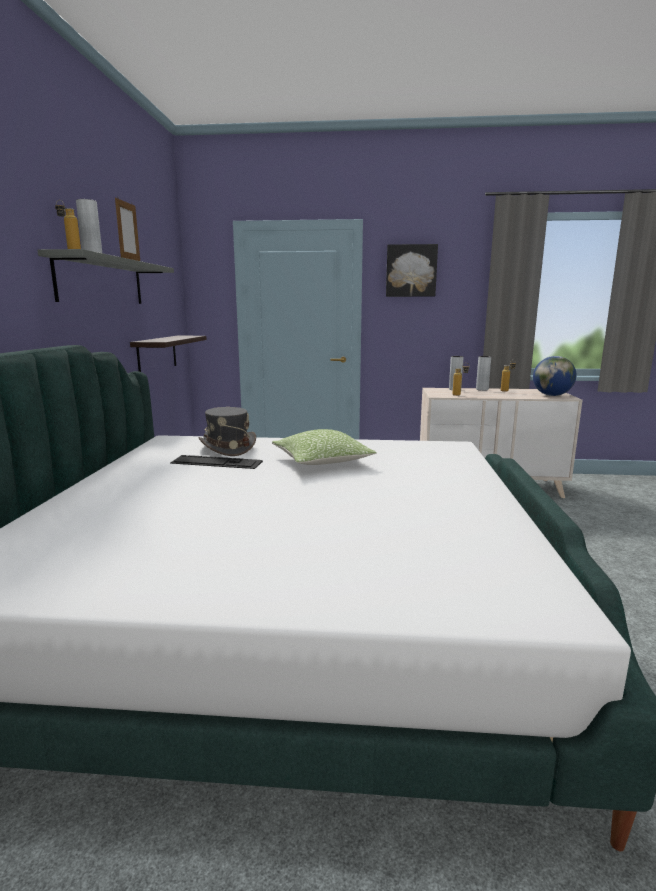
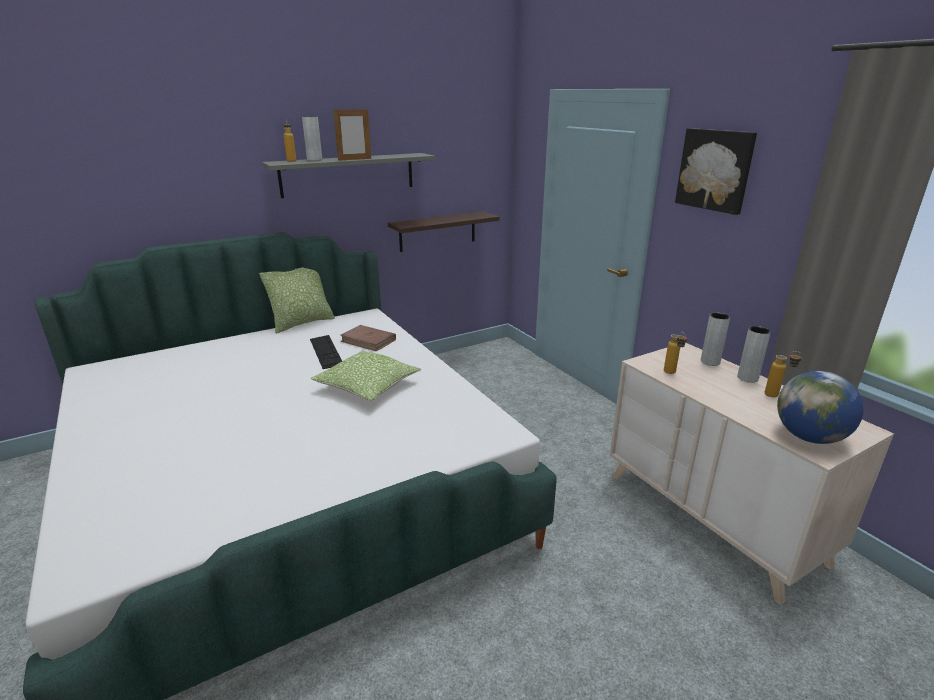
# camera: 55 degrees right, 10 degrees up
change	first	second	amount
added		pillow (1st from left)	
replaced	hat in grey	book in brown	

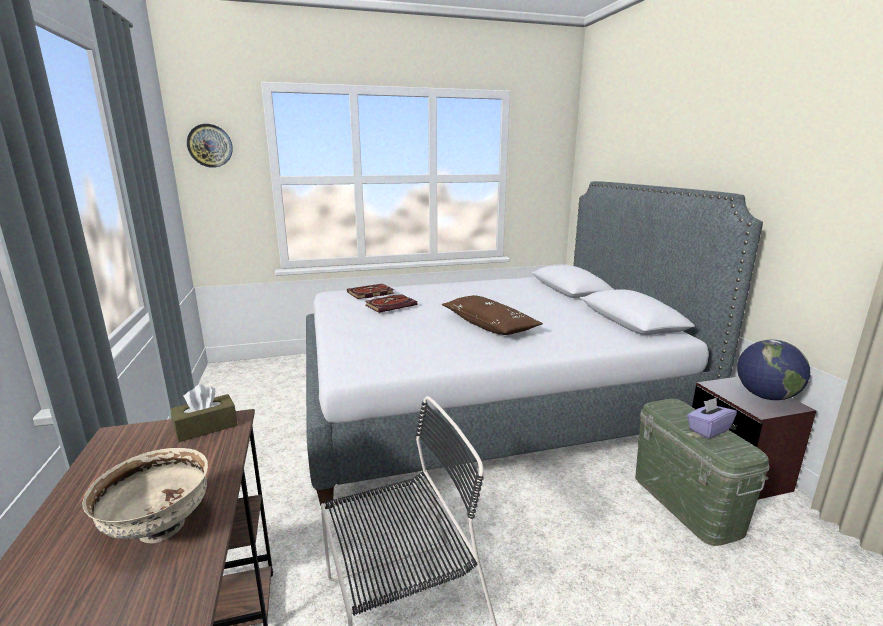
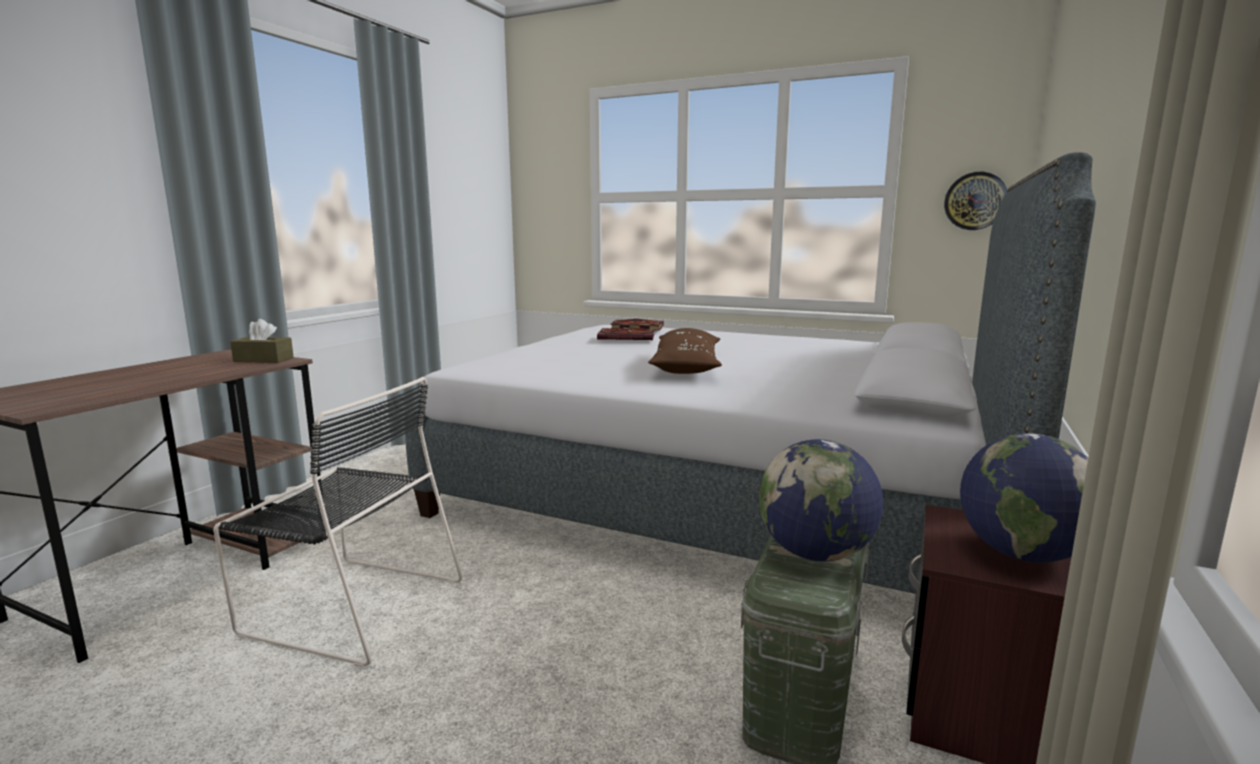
# camera: 40 degrees right, 5 degrees down
change	first	second	amount
removed	bowl in beige		
moved	wall clock		
replaced	tissue box in purple	globe (1st from left)	

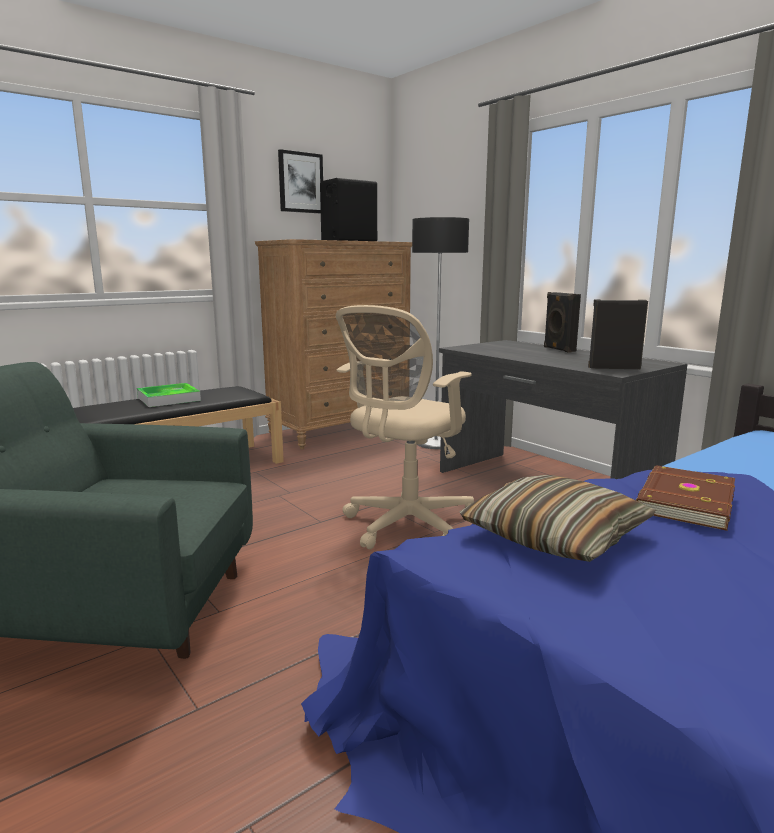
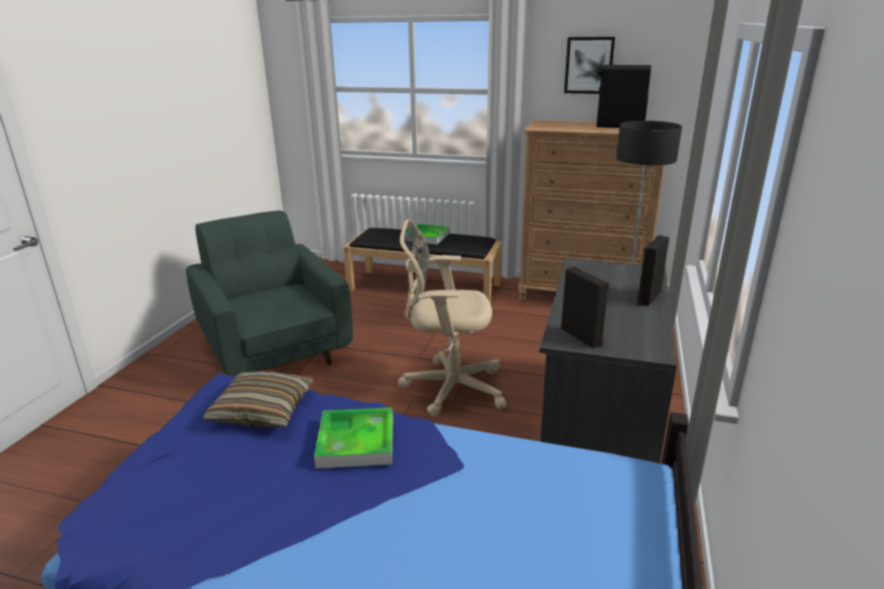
# camera: 55 degrees right, 10 degrees up
change	first	second	amount
replaced	book in brown	tray (1st from left)	

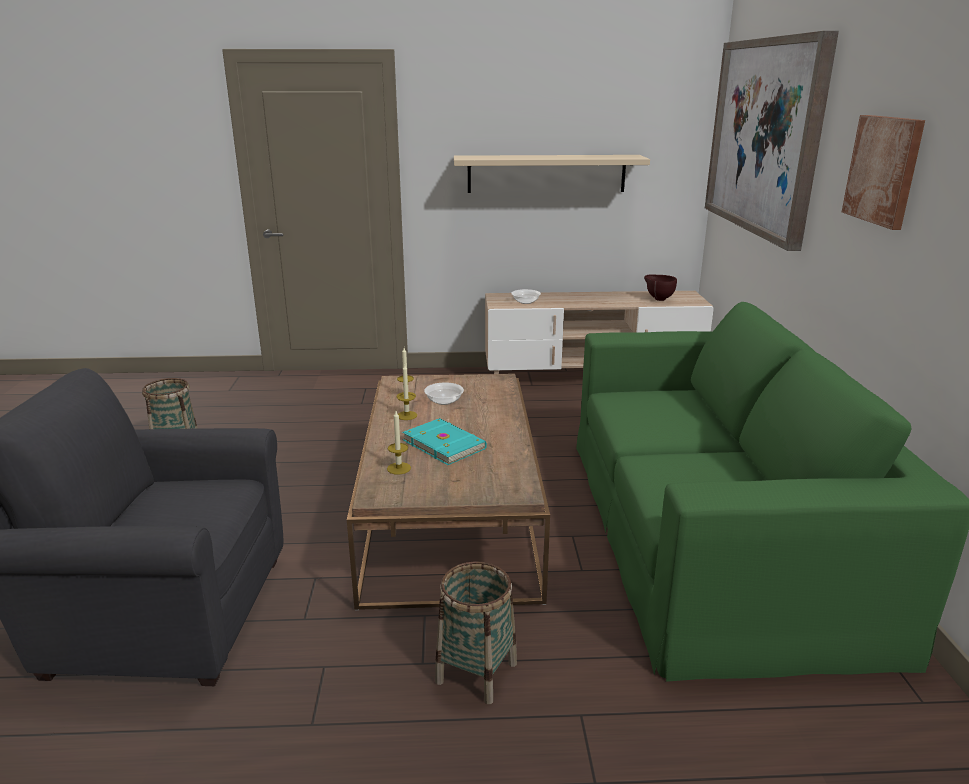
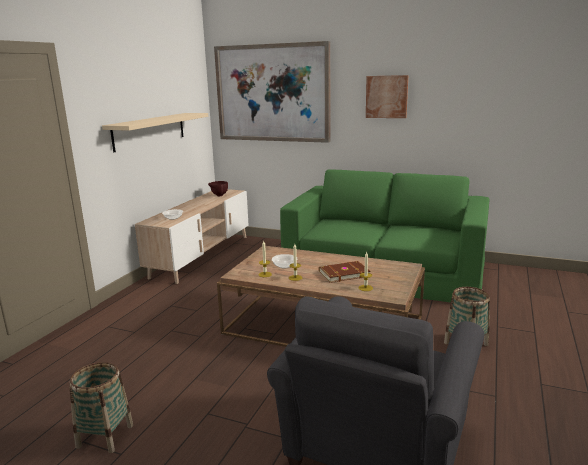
# camera: 65 degrees left, 5 degrees down
change	first	second	amount
recoloured	book in turquoise	book in brown	

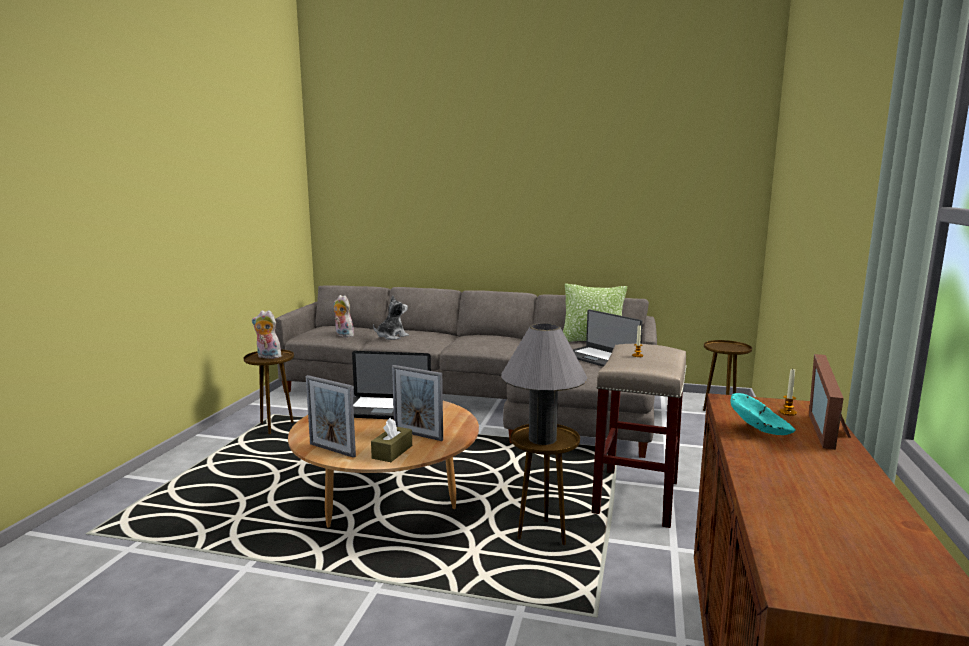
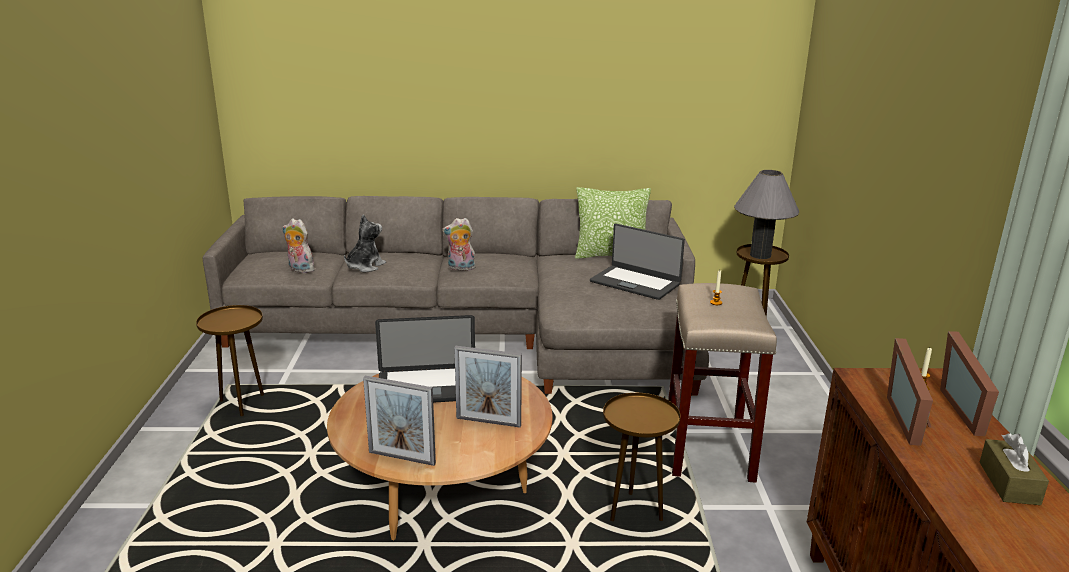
# camera: 15 degrees left, 10 degrees up
change	first	second	amount
moved	plush toy (1st from left in the first image)	plush toy (3rd from left)	
moved	tissue box in brown		
moved	table lamp in grey		
replaced	bowl in turquoise	picture frame (3rd from left)	

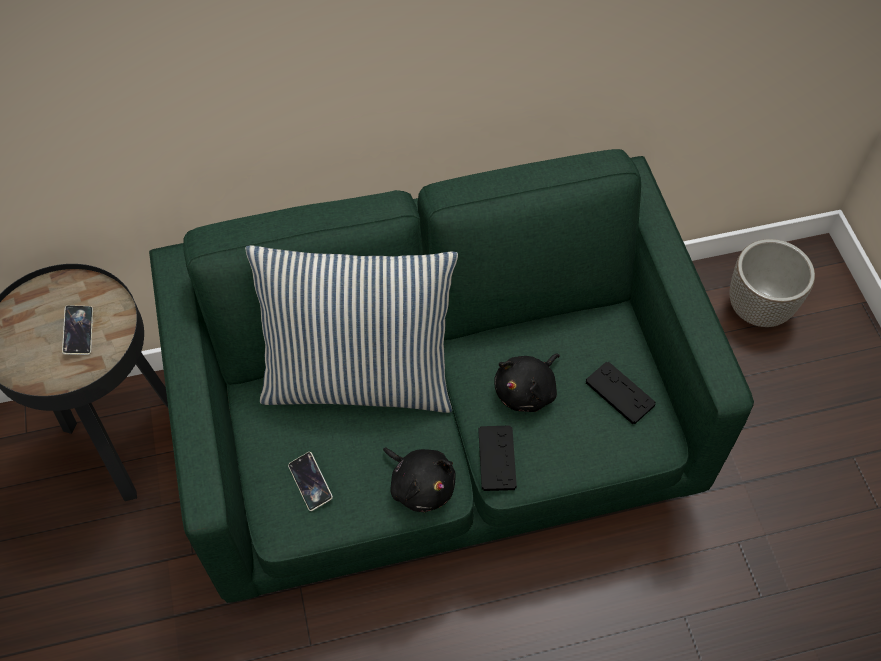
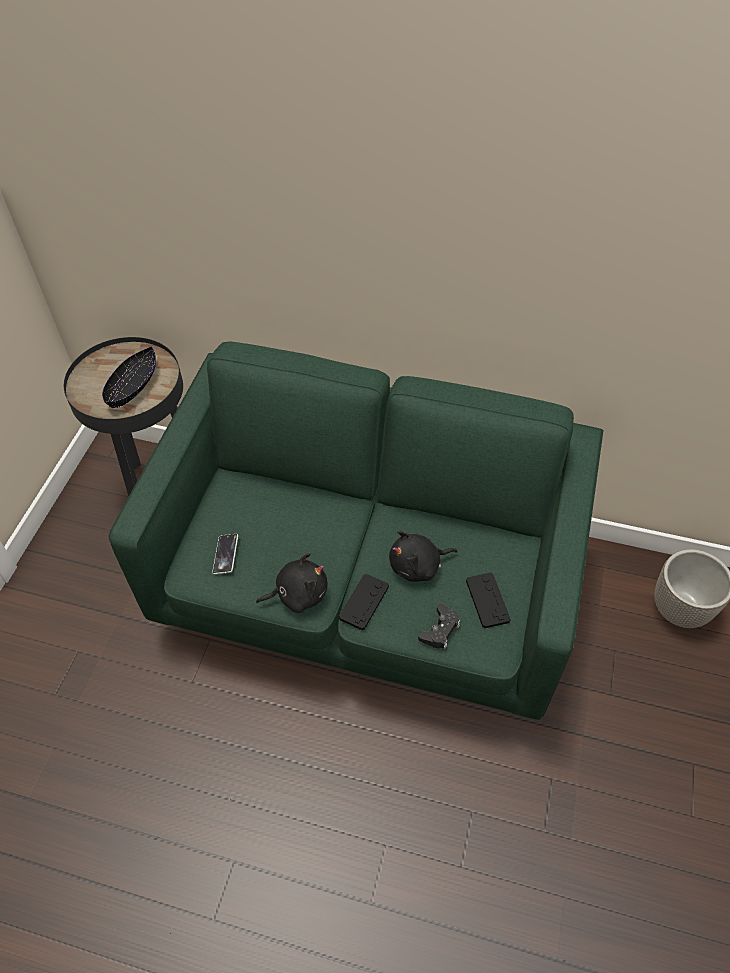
# camera: 30 degrees right, 5 degrees down
change	first	second	amount
removed	pillow		
added		game controller in black (2nd from left)	
replaced	phone (1st from left)	bowl in black	
turned	plush toy in black (1st from left)		90 degrees counterclockwise

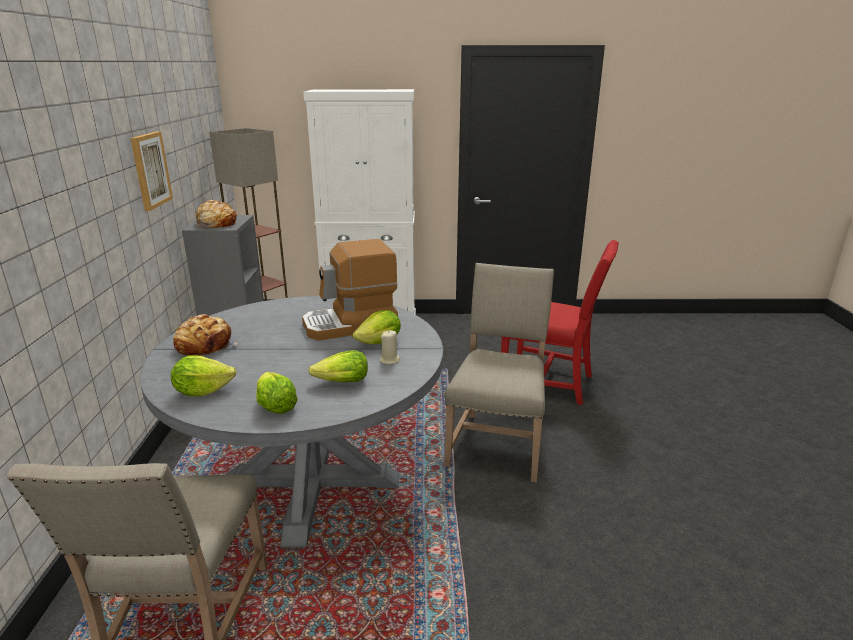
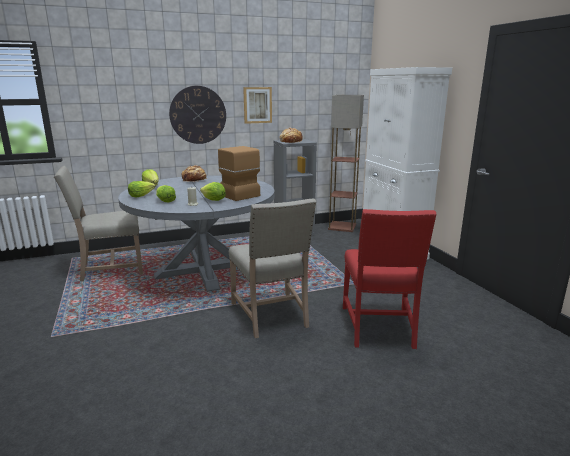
# camera: 70 degrees right, 5 degrees down
change	first	second	amount
added		wall clock	
turned	chair in beige (2nd from left)		75 degrees clockwise

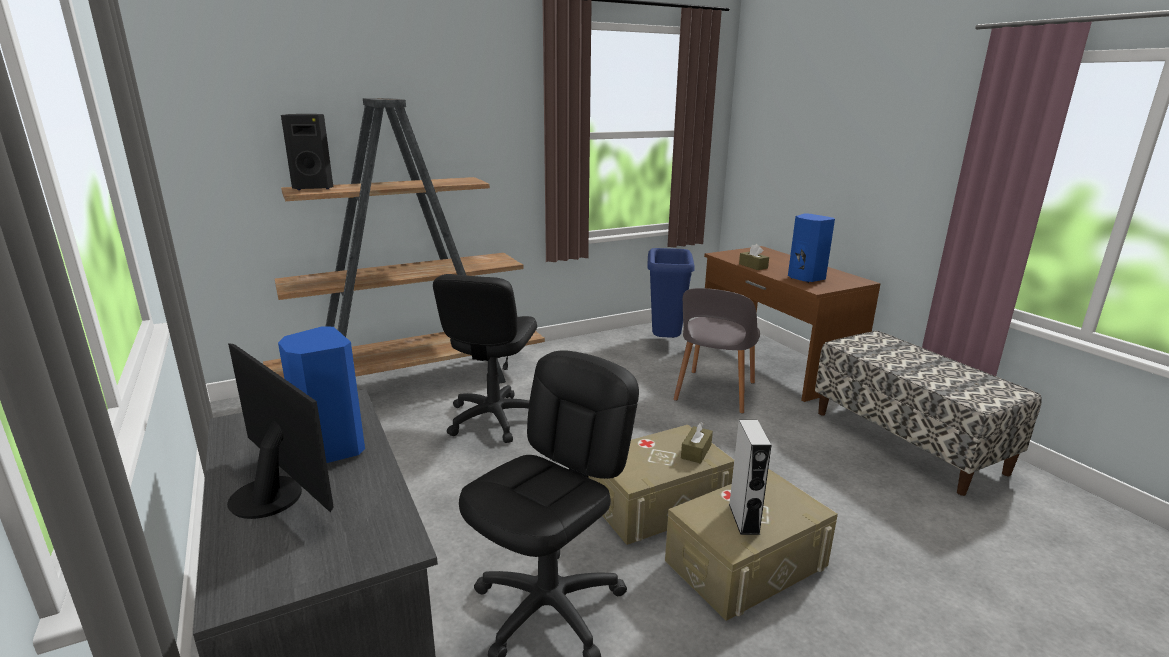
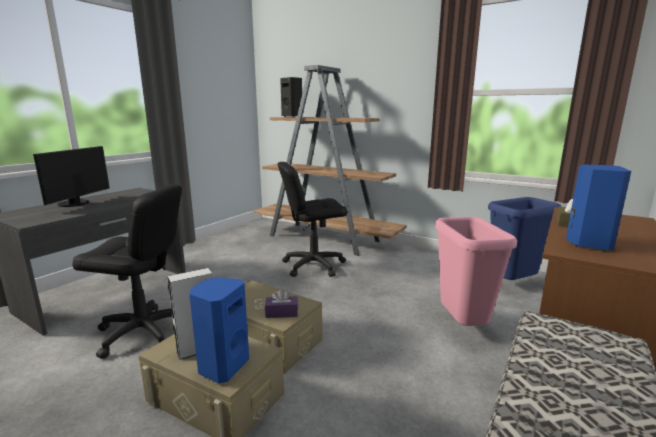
# camera: 60 degrees right, 5 degrees down
change	first	second	amount
moved	speaker in blue (1st from left)		
replaced	chair in grey	trash can in pink	
recoloured	tissue box in brown (1st from left)	tissue box in purple	

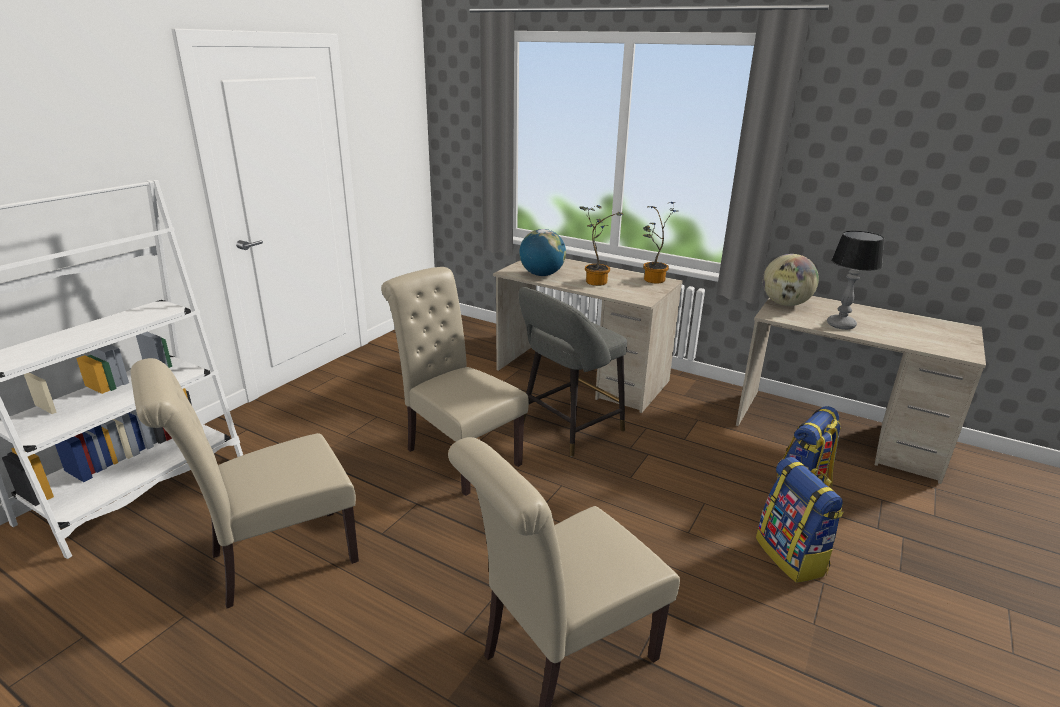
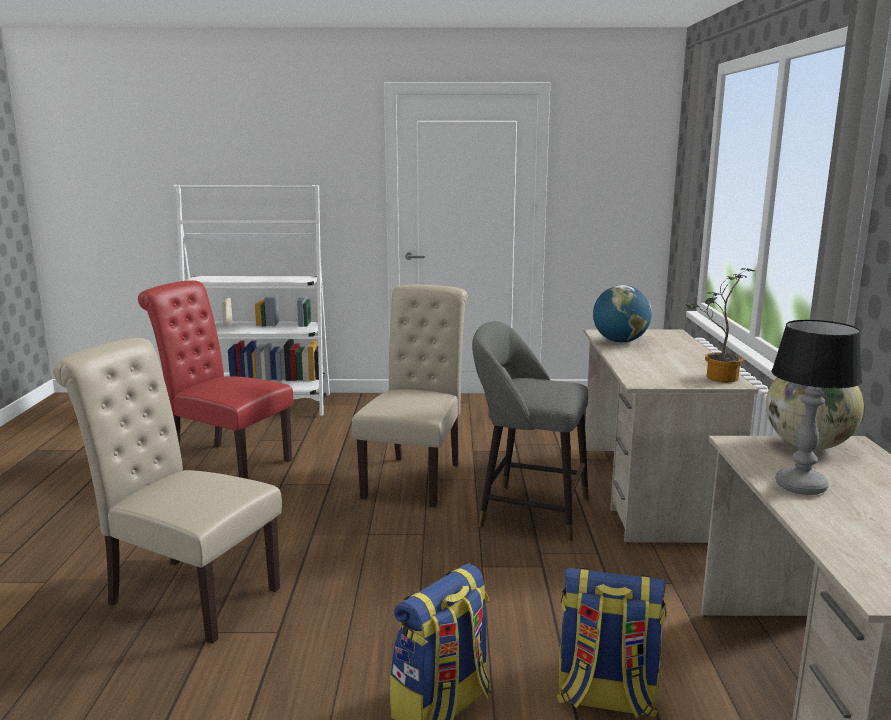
# camera: 60 degrees right, 10 degrees down
change	first	second	amount
removed	potted plant (1st from left)		
recoloured	chair in beige (1st from left)	chair in red	

